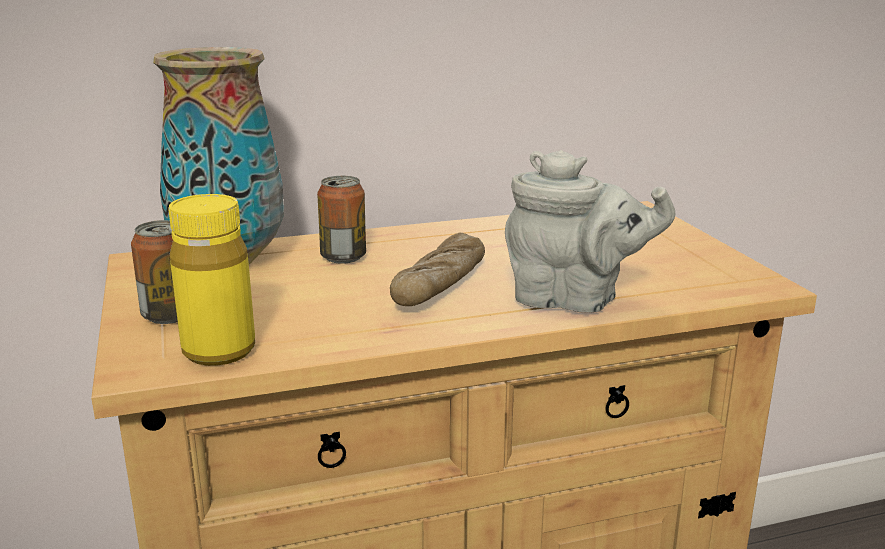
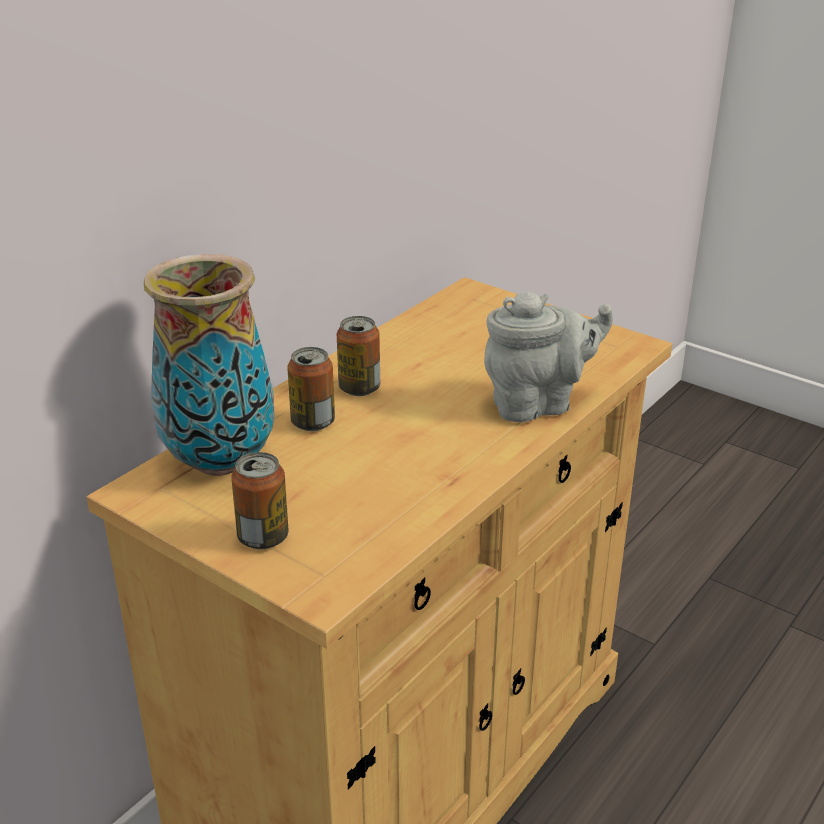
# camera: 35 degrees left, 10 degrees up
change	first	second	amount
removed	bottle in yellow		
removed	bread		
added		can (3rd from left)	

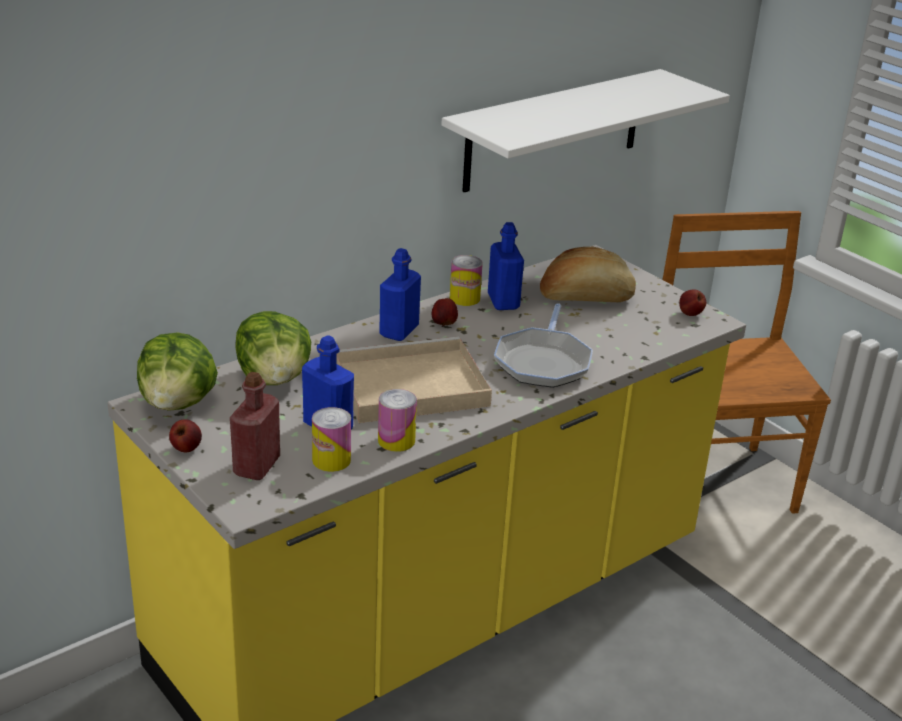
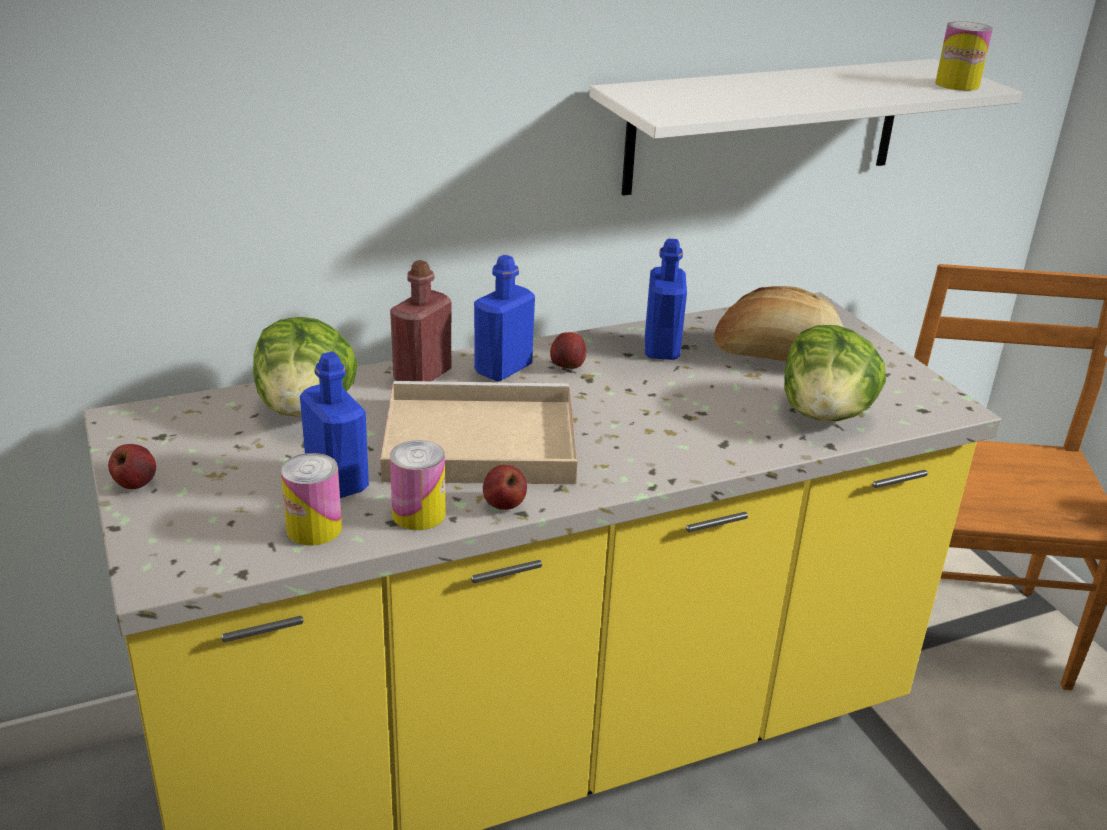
# camera: 15 degrees right, 0 degrees up
change	first	second	amount
removed	frying pan		
moved	lettuce (1st from left in the first image)	lettuce (2nd from left)	
moved	bottle in red		
moved	can (3rd from left)		
moved	apple (3rd from left in the first image)	apple (2nd from left)	

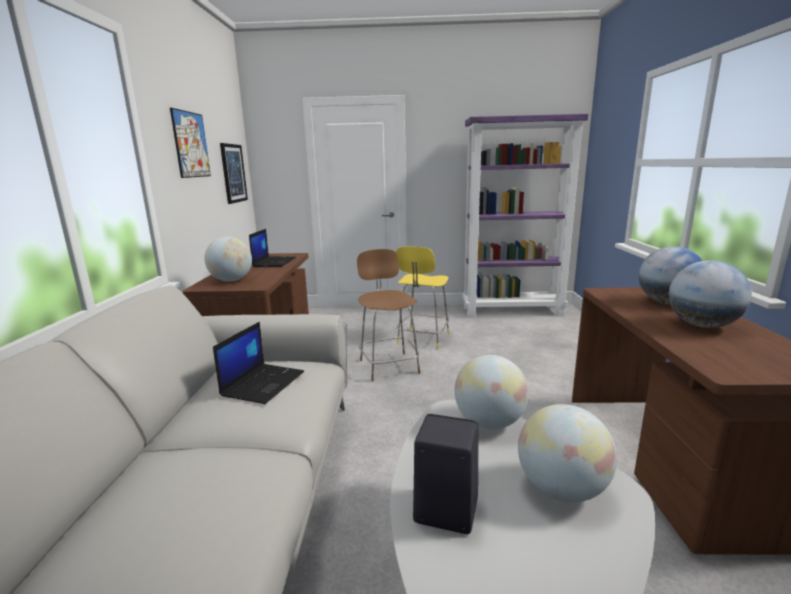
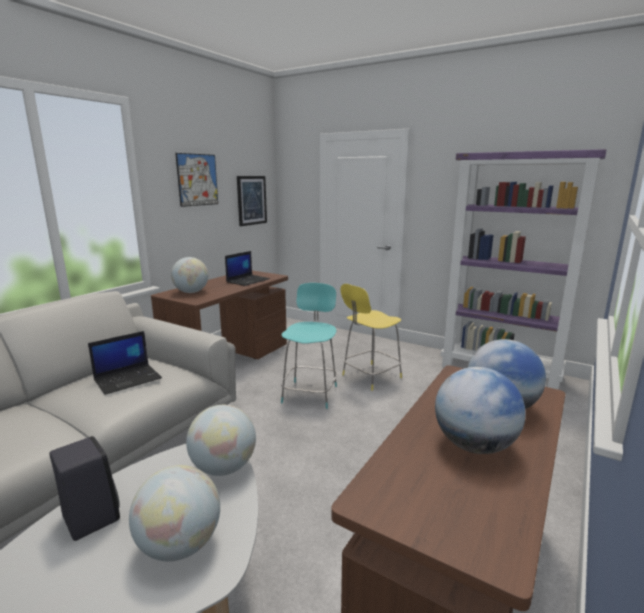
# camera: 30 degrees right, 0 degrees up
change	first	second	amount
recoloured	chair in brown	chair in turquoise	

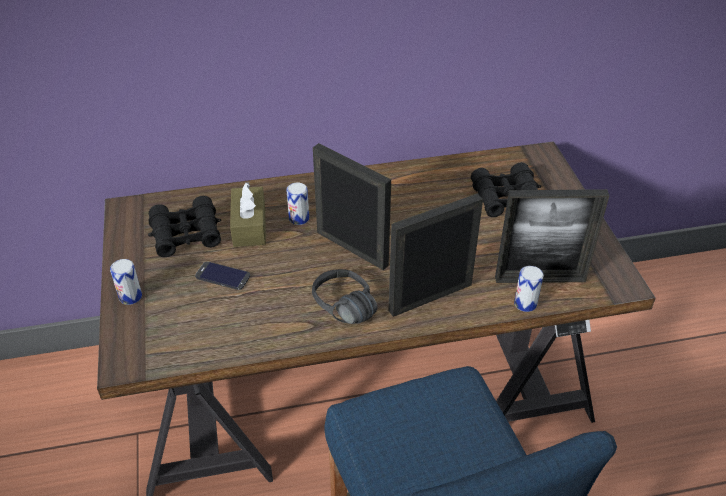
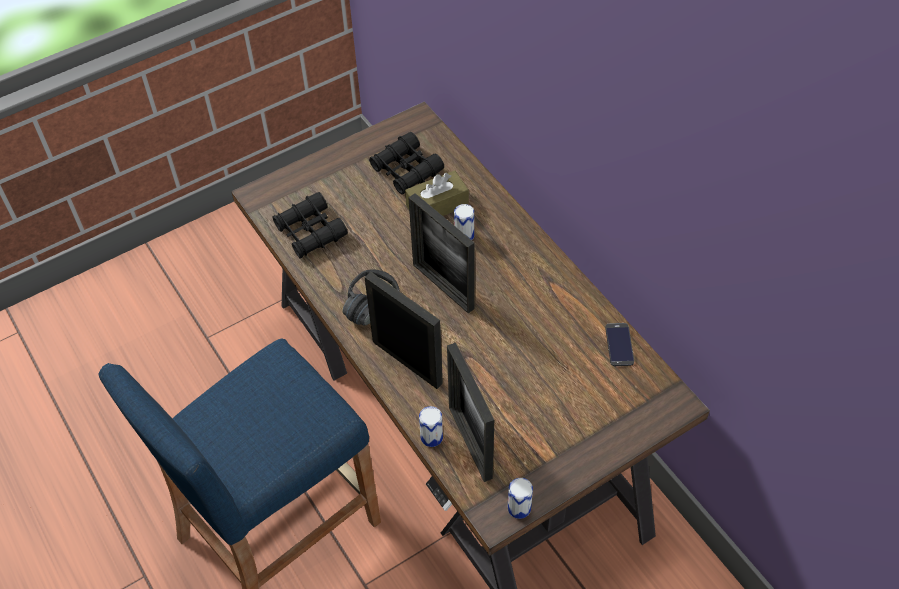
# camera: 70 degrees right, 10 degrees up
change	first	second	amount
moved	can (1st from left in the first image)	can (3rd from left)	
moved	phone		
moved	binoculars in black (2nd from left in the first image)	binoculars in black (1st from left)	
turned	picture frame (1st from left in the first image)	picture frame (2nd from left)	120 degrees clockwise

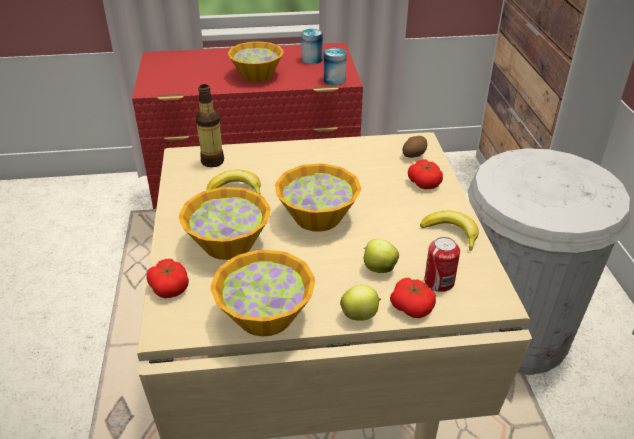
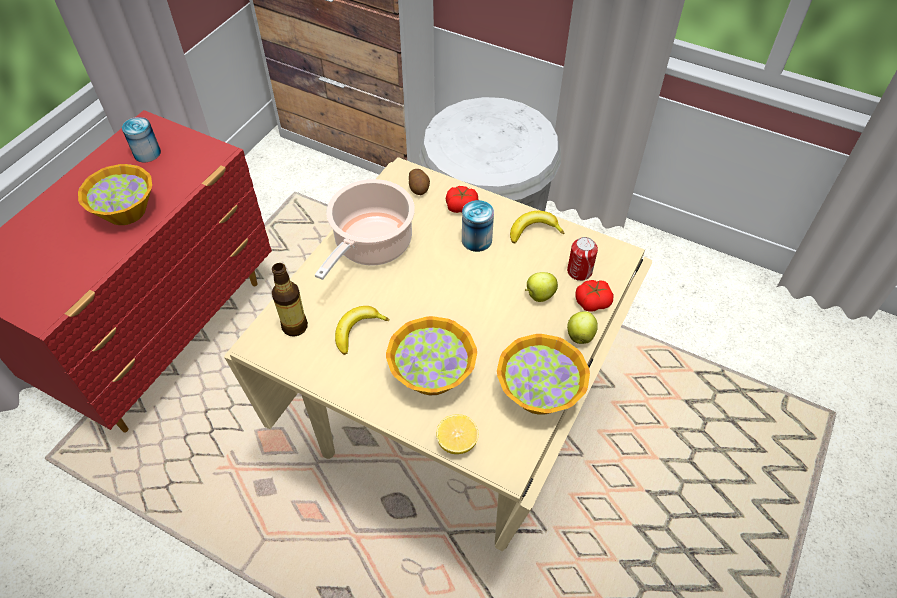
# camera: 55 degrees left, 15 degrees up
change	first	second	amount
removed	bowl (4th from left)		
added		cooking pot	
moved	can (2nd from left)		
replaced	tomato (1st from left)	lemon	

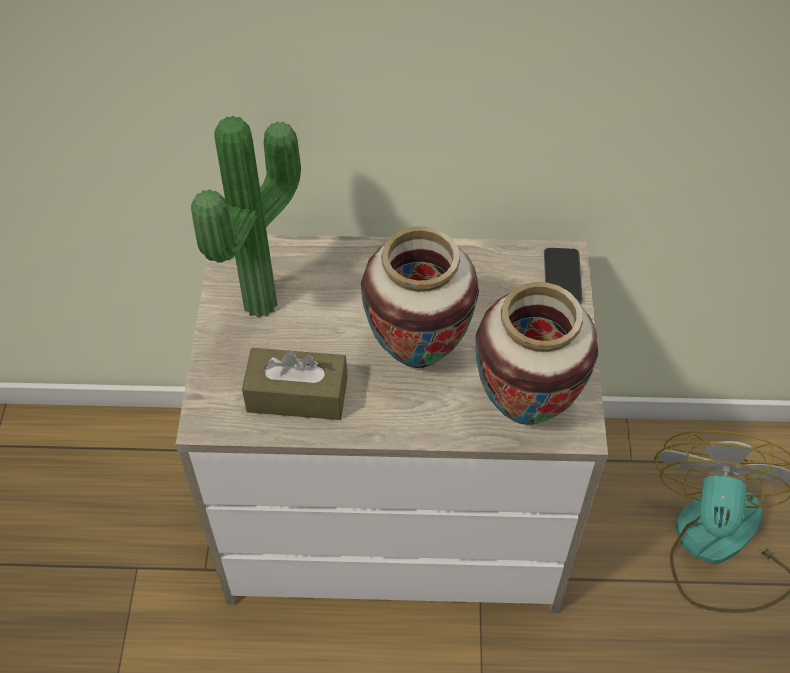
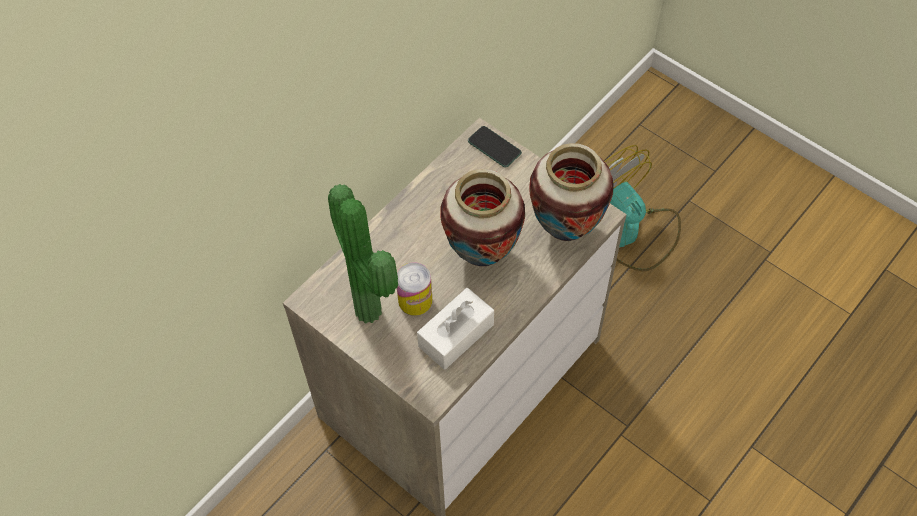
# camera: 50 degrees left, 5 degrees up
change	first	second	amount
added		can	
recoloured	tissue box in brown	tissue box in white	

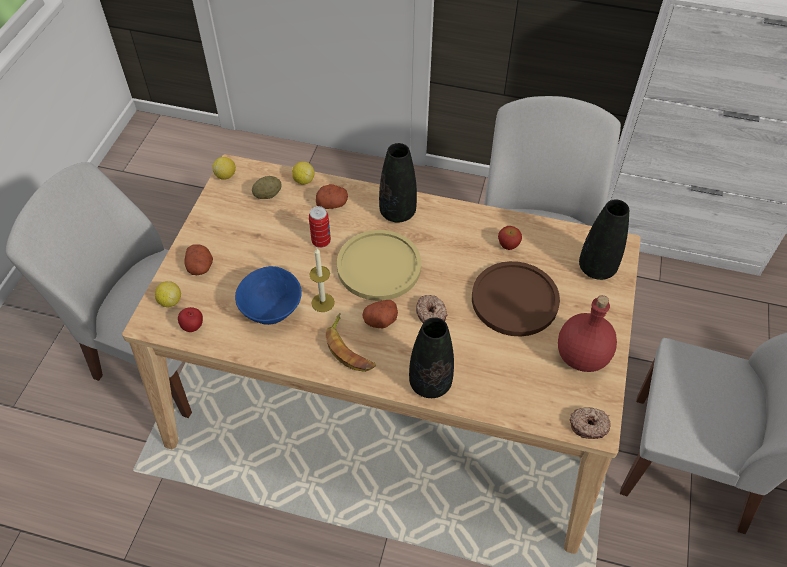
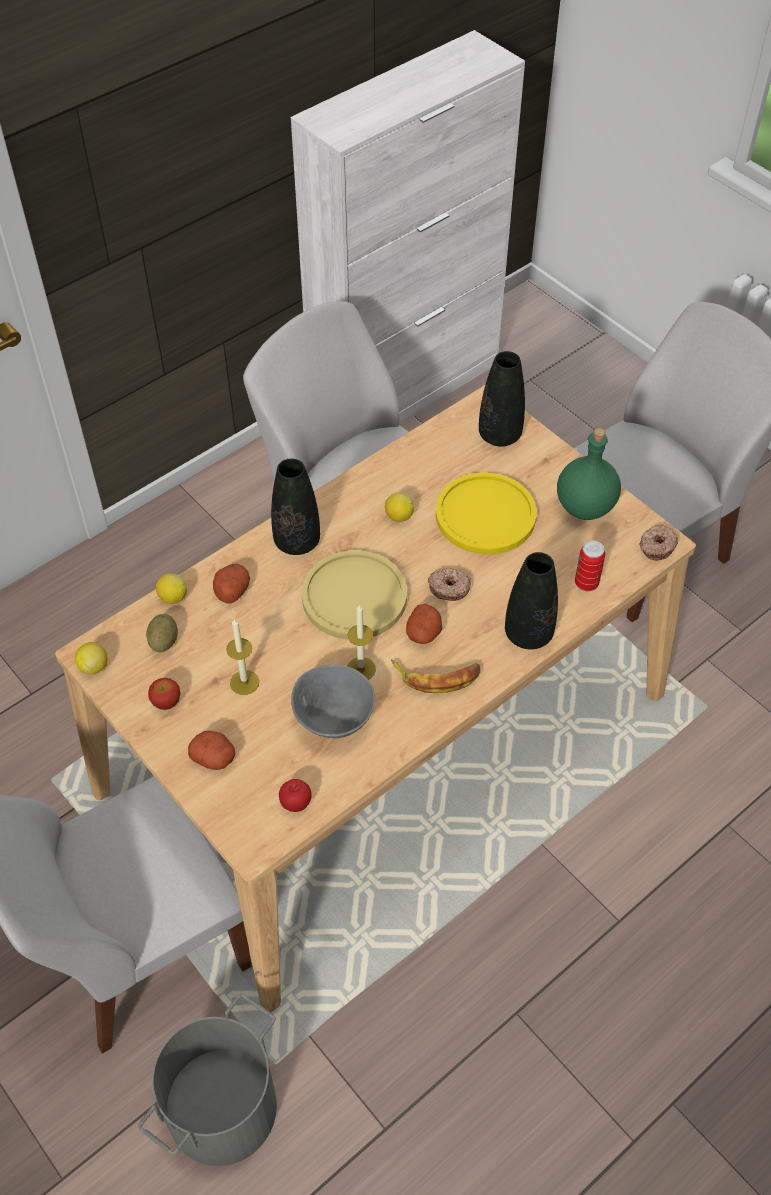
# camera: 55 degrees left, 0 degrees up
change	first	second	amount
added		bucket in grey	
added		candle (1st from left)	
moved	lemon (1st from left in the first image)	lemon (3rd from left)	
moved	can		
moved	apple (2nd from left in the first image)	apple (1st from left)	
recoloured	bowl in blue	bowl in grey	
recoloured	plate in brown	plate in yellow (2nd from left)	
recoloured	bottle in red	bottle in green	

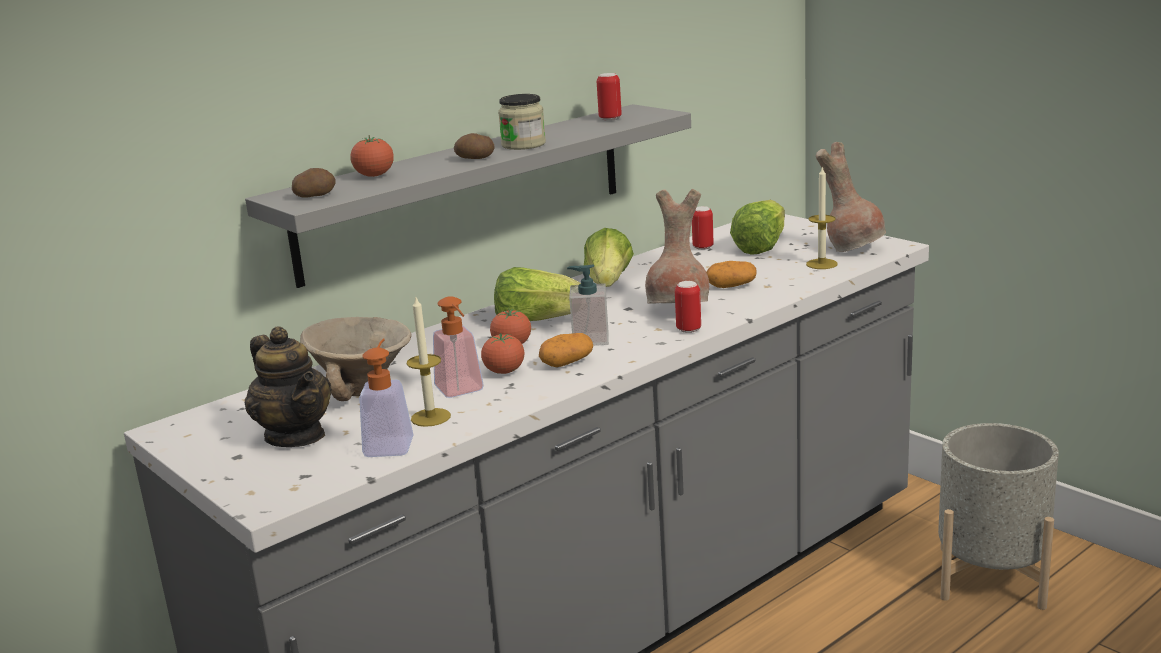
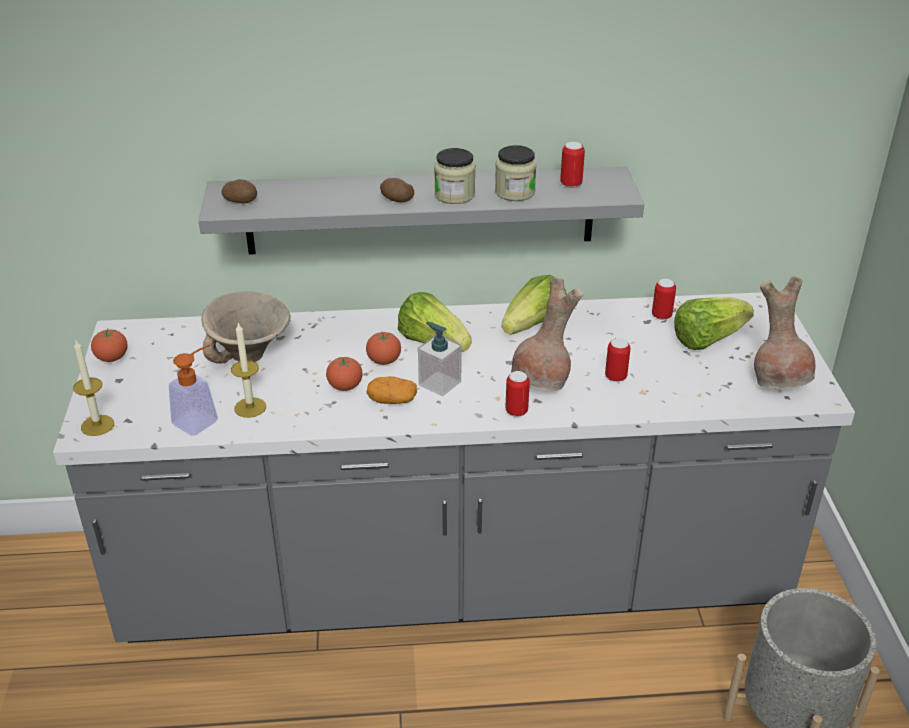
# camera: 35 degrees right, 15 degrees up
change	first	second	amount
removed	teapot		
removed	soap dispenser (2nd from left)		
added		jar (2nd from left)	
moved	tomato (1st from left)		
moved	candle (2nd from left in the first image)	candle (1st from left)	
replaced	potato (4th from left)	can (3rd from left)	

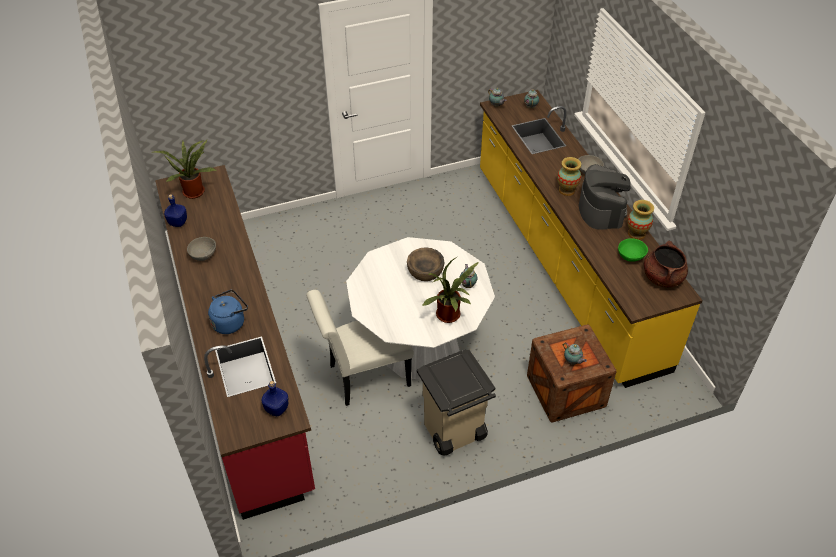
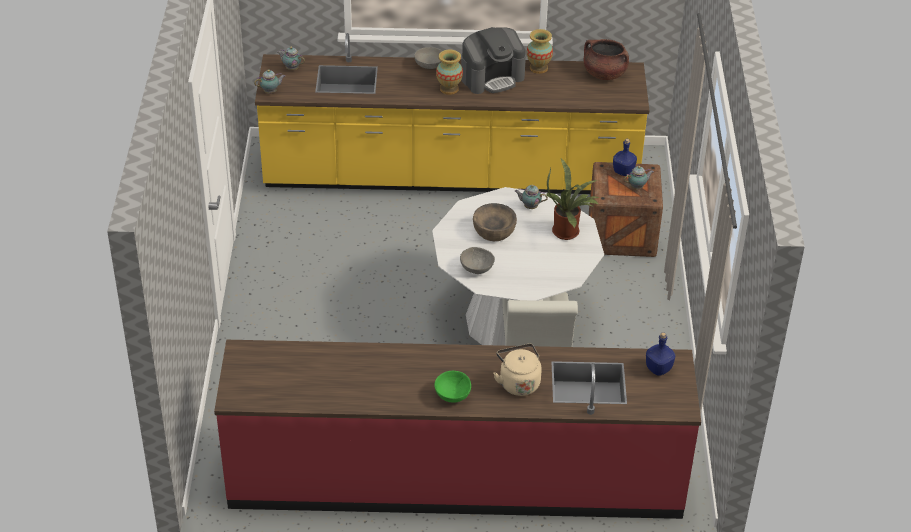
# camera: 70 degrees left, 5 degrees down
change	first	second	amount
removed	potted plant (1st from left)		
removed	trash can in beige		
moved	bottle in blue (1st from left)		
moved	bowl in grey (1st from left in the first image)	bowl in grey (2nd from left)	
moved	bowl in green		
recoloured	kettle in blue	kettle in beige	
turned	coffee machine		135 degrees clockwise

